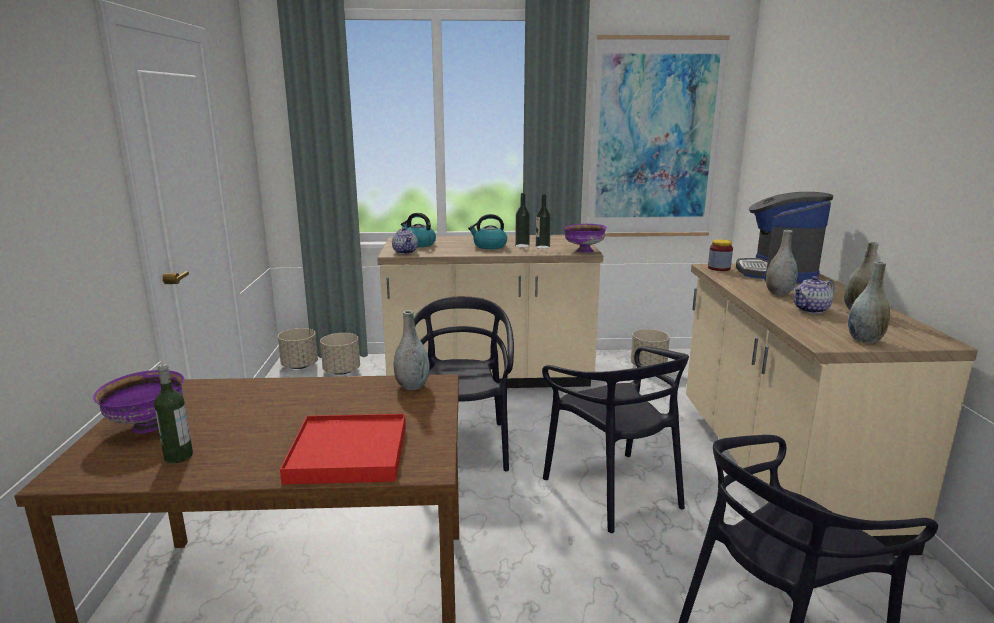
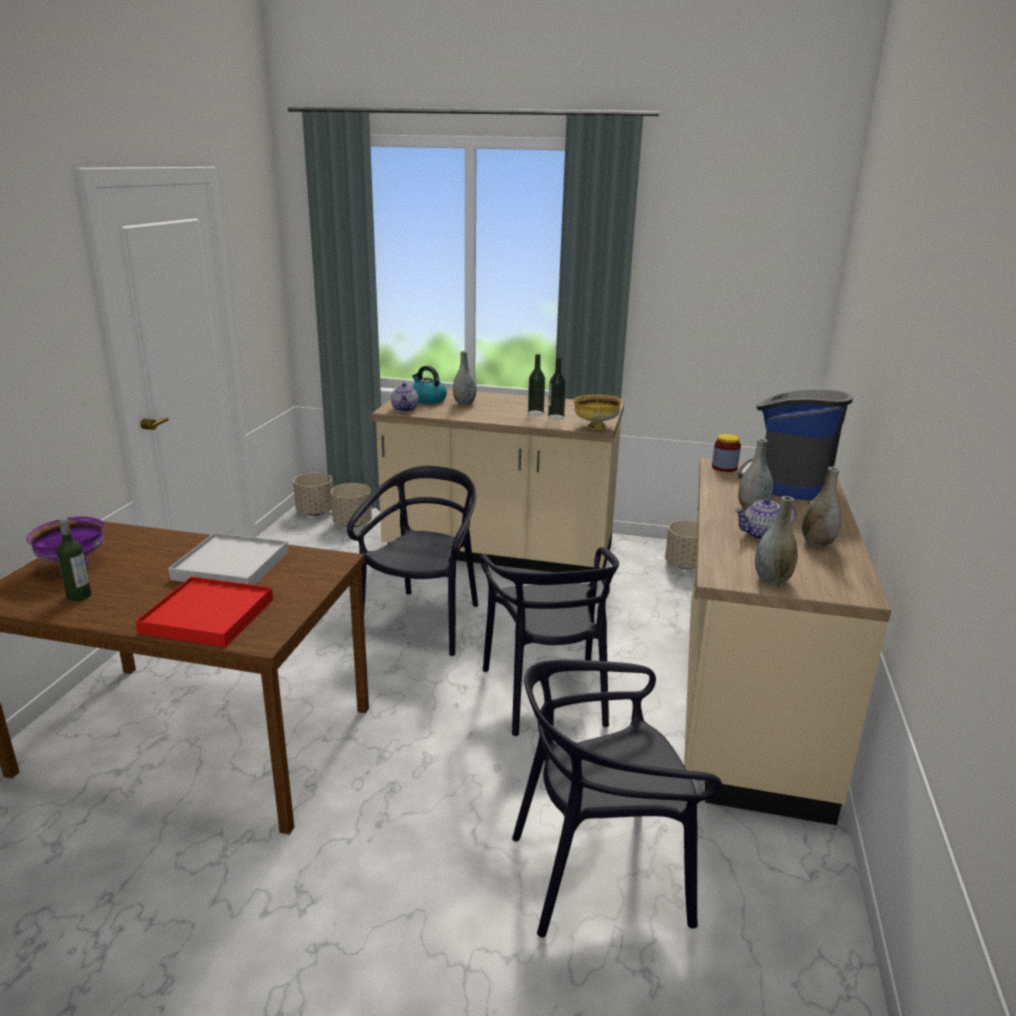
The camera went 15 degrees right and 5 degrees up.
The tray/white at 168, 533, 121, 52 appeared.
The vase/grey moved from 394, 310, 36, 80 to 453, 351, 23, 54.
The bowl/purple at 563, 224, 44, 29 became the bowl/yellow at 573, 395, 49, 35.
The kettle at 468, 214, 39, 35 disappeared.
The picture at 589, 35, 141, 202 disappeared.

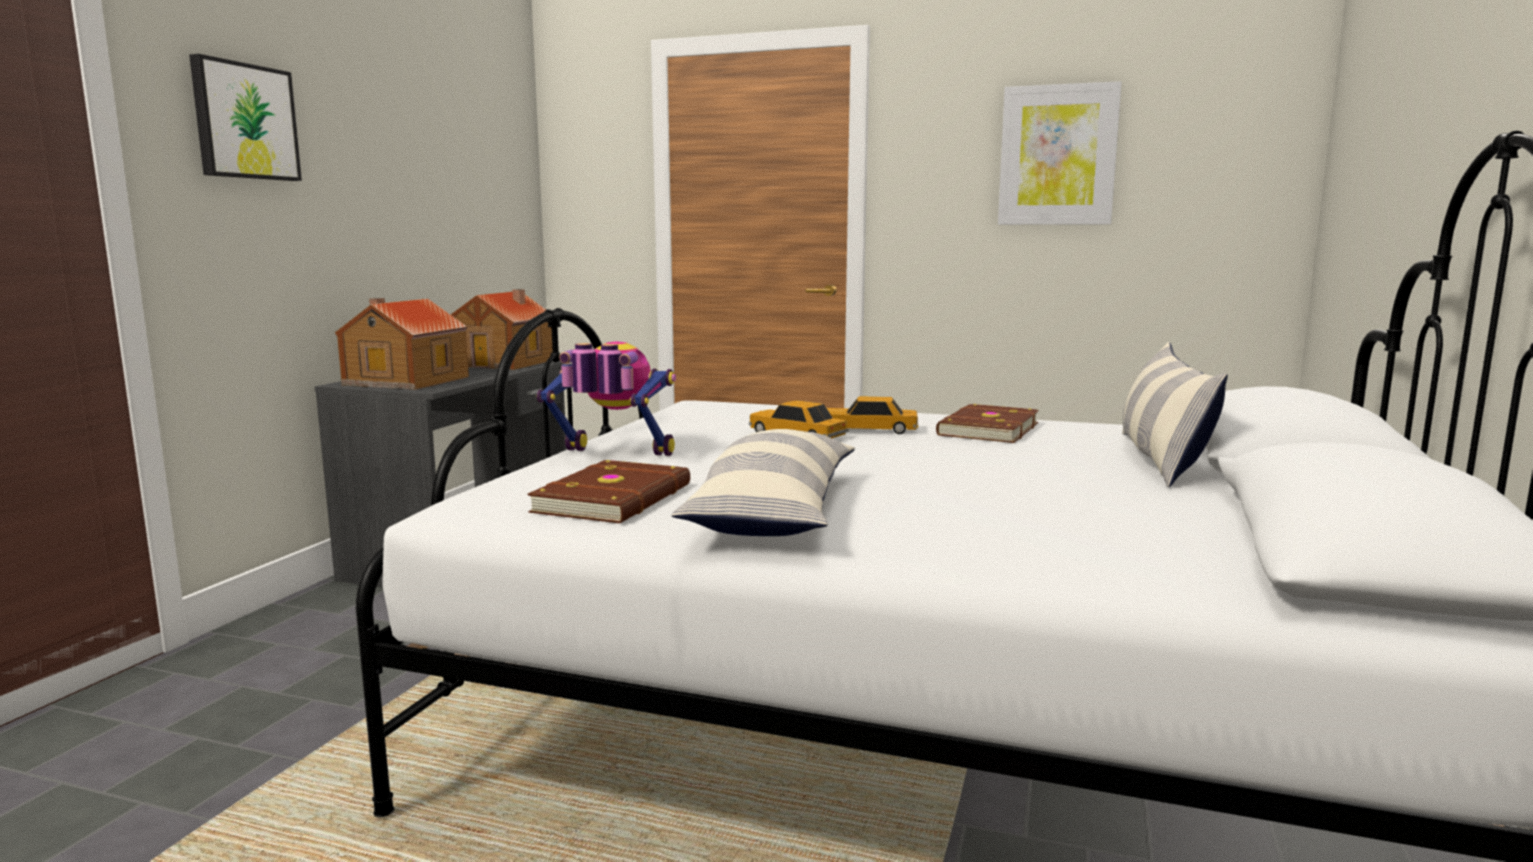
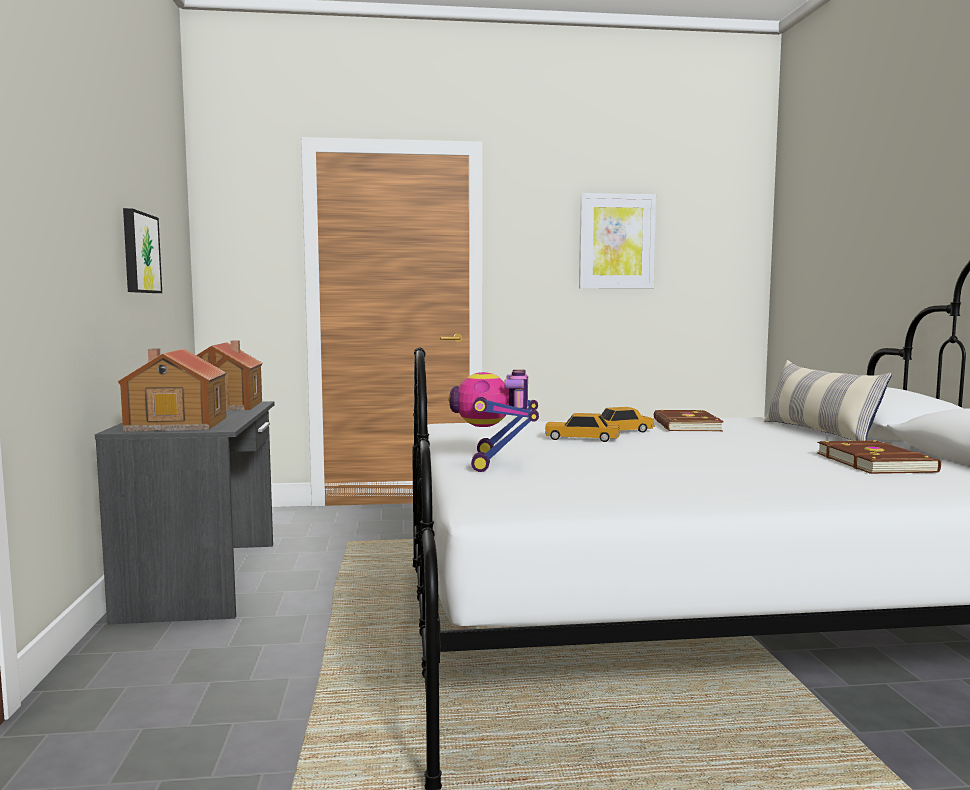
The camera went 25 degrees left and 5 degrees down.
The picture moved from 189, 54, 113, 127 to 123, 208, 39, 85.
The toy robot at 537, 341, 139, 115 turned 75 degrees counterclockwise.
The book/brown moved from 528, 460, 162, 63 to 817, 440, 124, 34.
The pillow at 672, 429, 183, 107 disappeared.

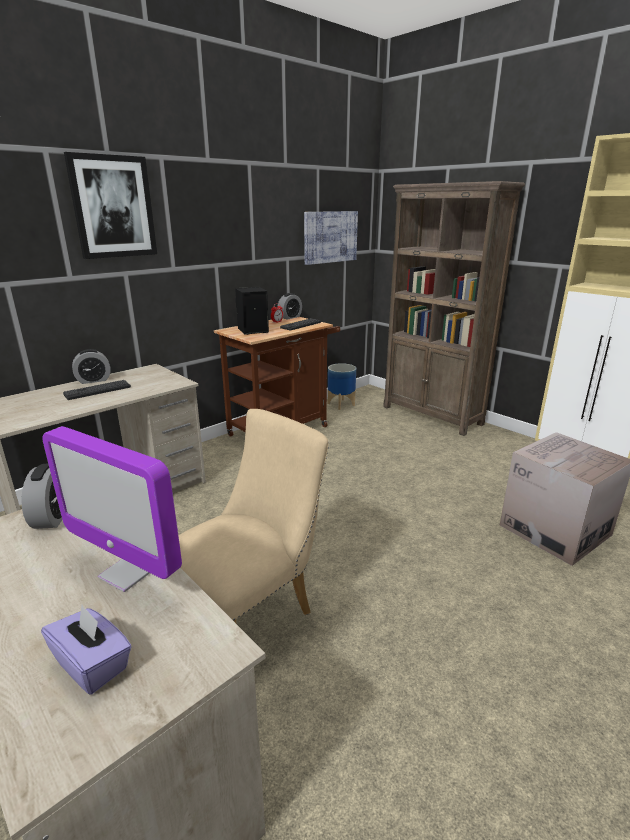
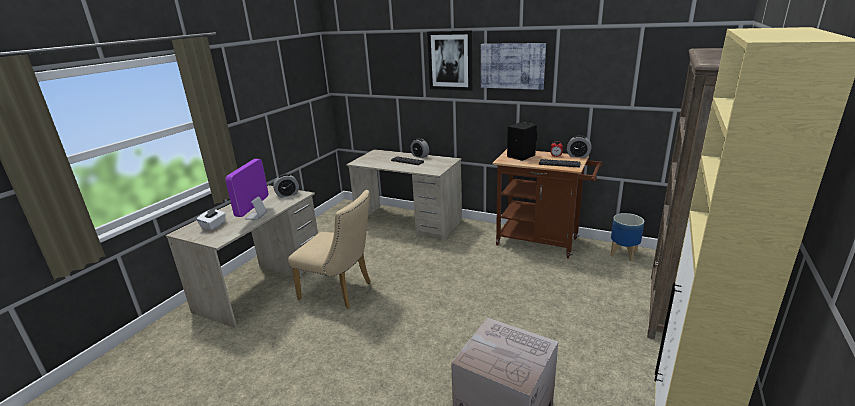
The camera went 70 degrees right and 0 degrees up.
The tissue box/purple at 41, 605, 91, 90 became the tissue box/white at 197, 207, 29, 23.
The picture moved from 304, 211, 54, 54 to 481, 43, 65, 47.

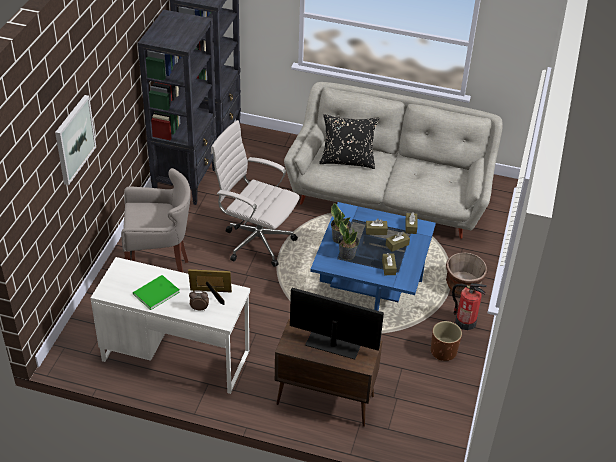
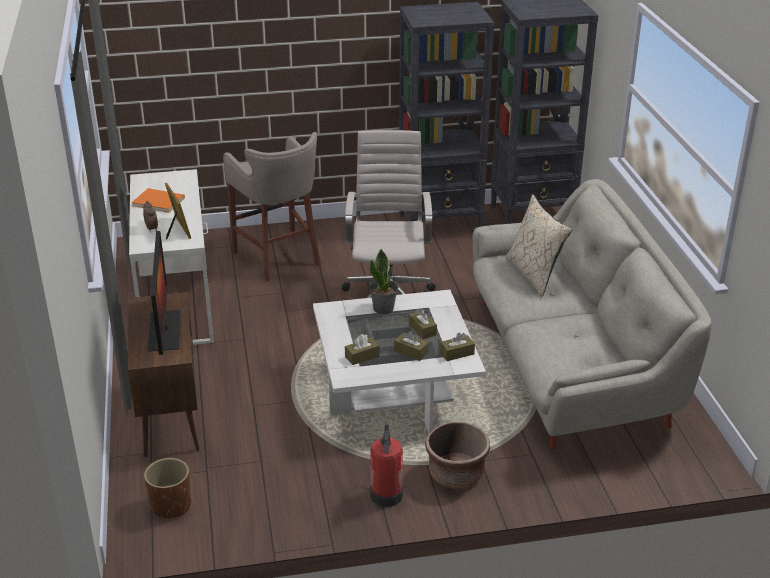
The camera went 65 degrees right and 10 degrees down.
The book/green at 133, 275, 47, 35 became the book/orange at 132, 188, 53, 25.
The planter/brown moved from 431, 321, 31, 40 to 144, 458, 47, 62.
The coffee table/blue at 310, 202, 126, 109 became the coffee table/white at 313, 290, 173, 143.
The pillow/black at 319, 114, 60, 55 became the pillow/beige at 505, 195, 67, 102.
The picture at 55, 95, 41, 90 disappeared.
The potted plant at 338, 221, 21, 39 disappeared.

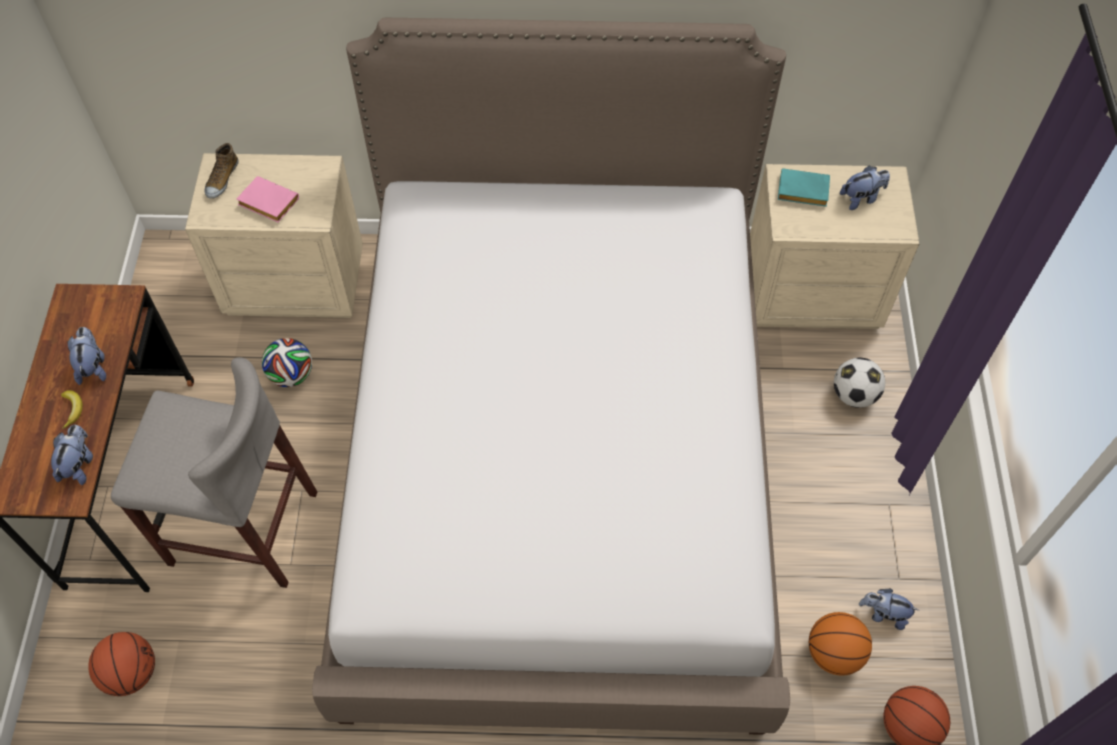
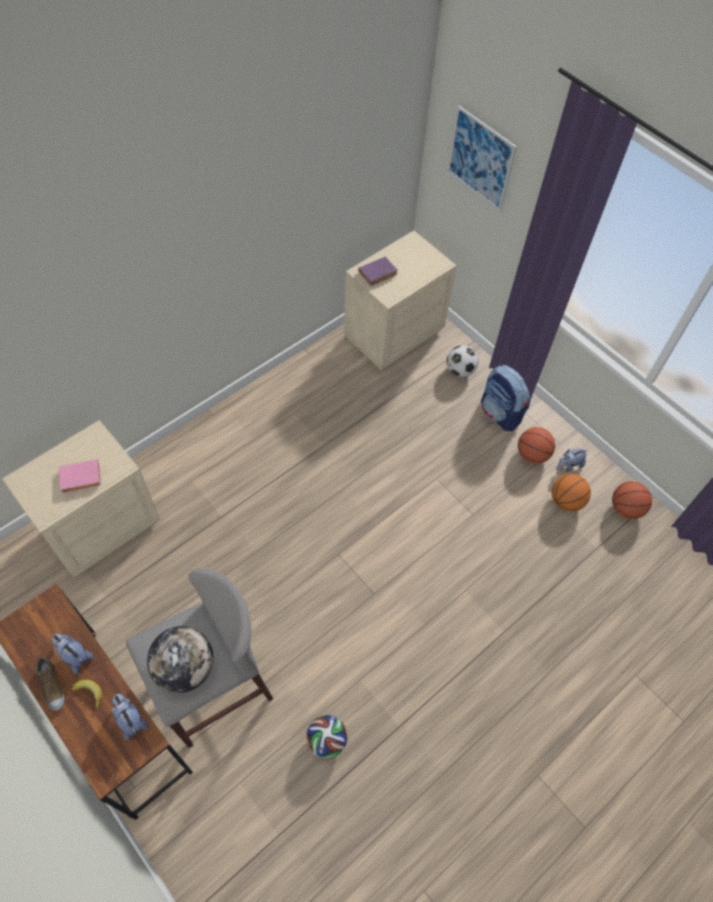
The camera went 45 degrees left and 0 degrees up.
The shoe moved from 205, 143, 34, 56 to 35, 657, 29, 54.
The globe at 147, 626, 66, 67 appeared.
The football moved from 262, 338, 50, 49 to 306, 715, 42, 44.
The book/turquoise at 778, 168, 52, 39 became the book/purple at 358, 257, 40, 29.
The picture at 447, 106, 70, 105 appeared.
The backpack at 481, 365, 49, 66 appeared.
The basketball moved from 88, 632, 67, 64 to 518, 427, 37, 37.
The bed at 312, 17, 478, 718 disappeared.
The plush toy at 840, 165, 50, 45 disappeared.

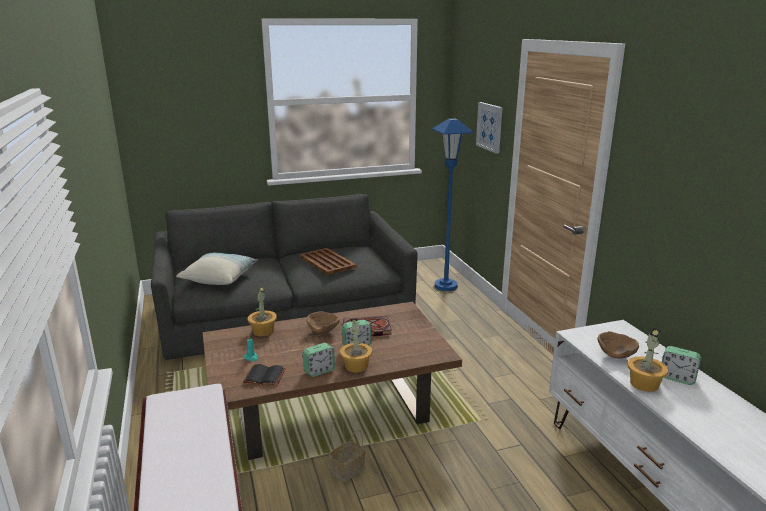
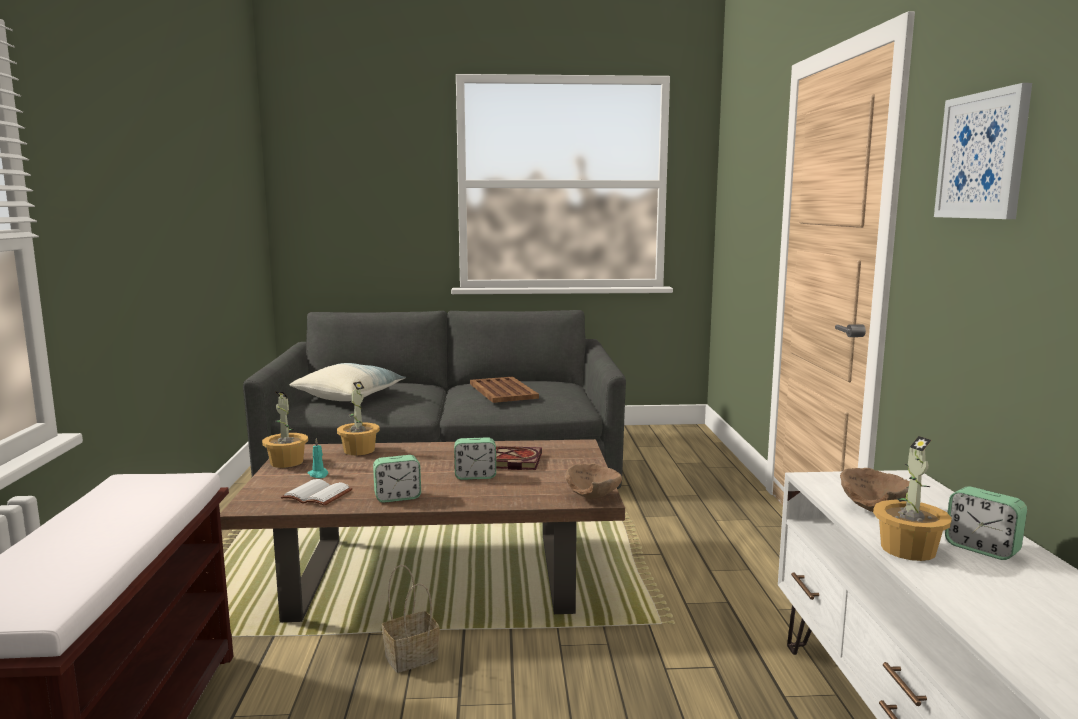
The camera went 15 degrees right and 10 degrees down.
The potted plant moved from 340, 319, 32, 54 to 262, 392, 46, 76.
The book/black at 242, 364, 44, 22 became the book/white at 281, 479, 72, 27.
The bowl/brown moved from 307, 311, 33, 22 to 566, 464, 56, 35.
The picture moved from 476, 102, 27, 52 to 934, 83, 98, 136.
The floor lamp/blue at 432, 119, 42, 172 disappeared.

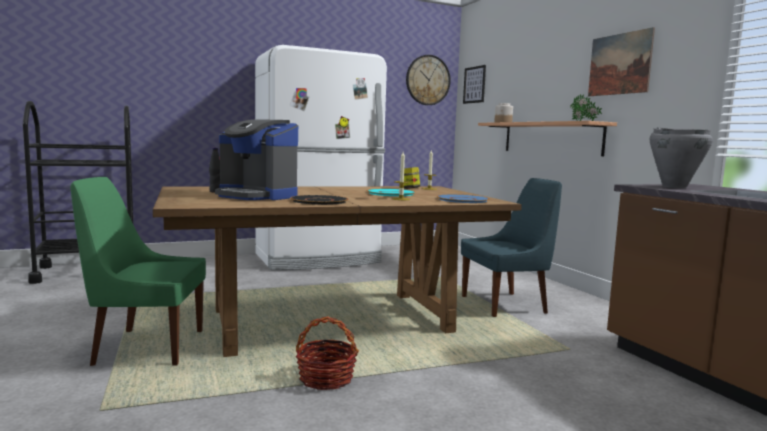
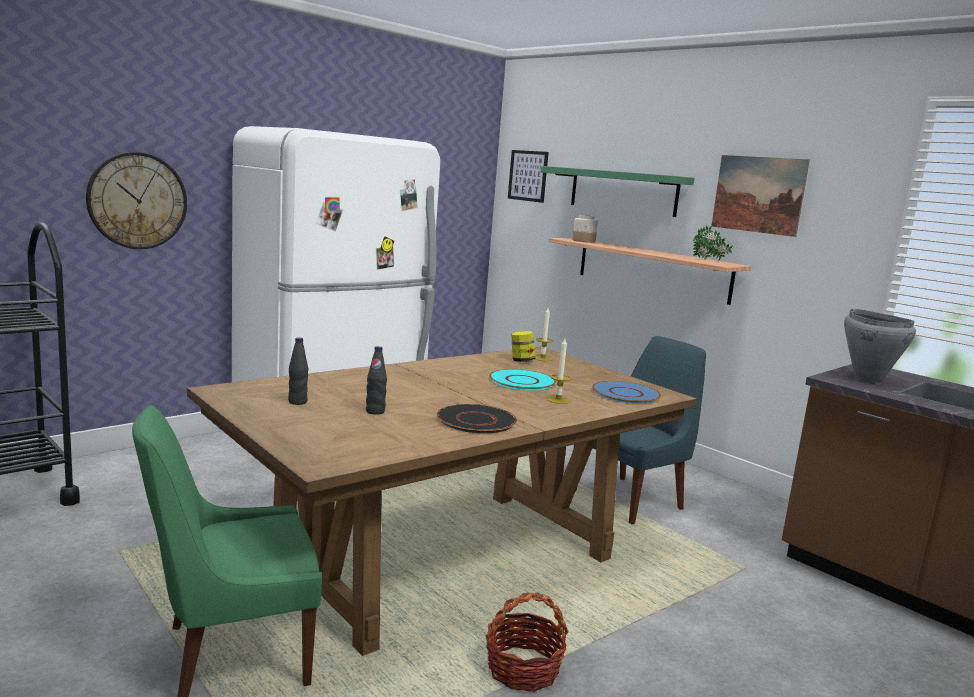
The camera went 20 degrees left and 5 degrees up.
The wall clock moved from 406, 55, 45, 50 to 86, 152, 101, 97.
The coffee machine at 215, 119, 83, 81 was replaced by the bottle/black at 366, 346, 21, 69.
The shelf/green at 541, 166, 153, 51 appeared.

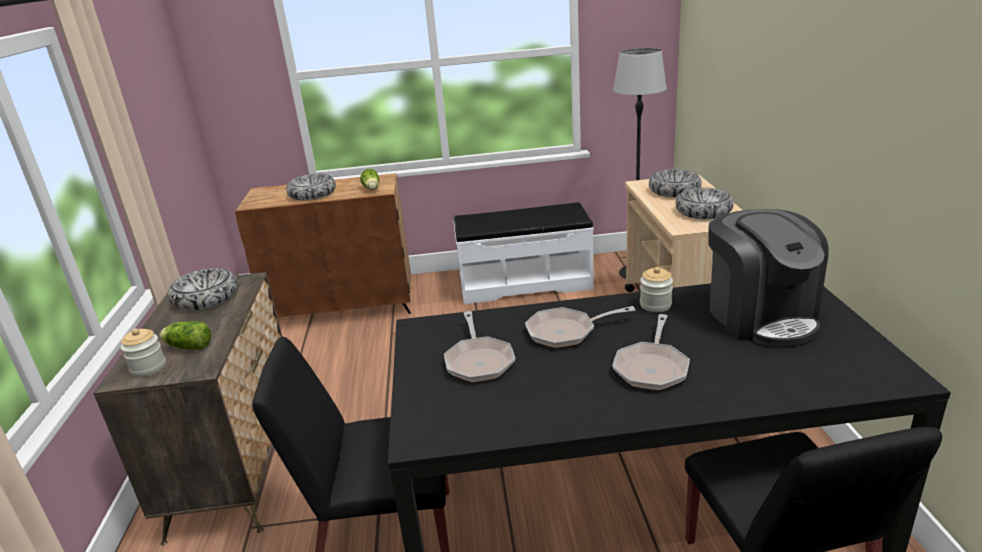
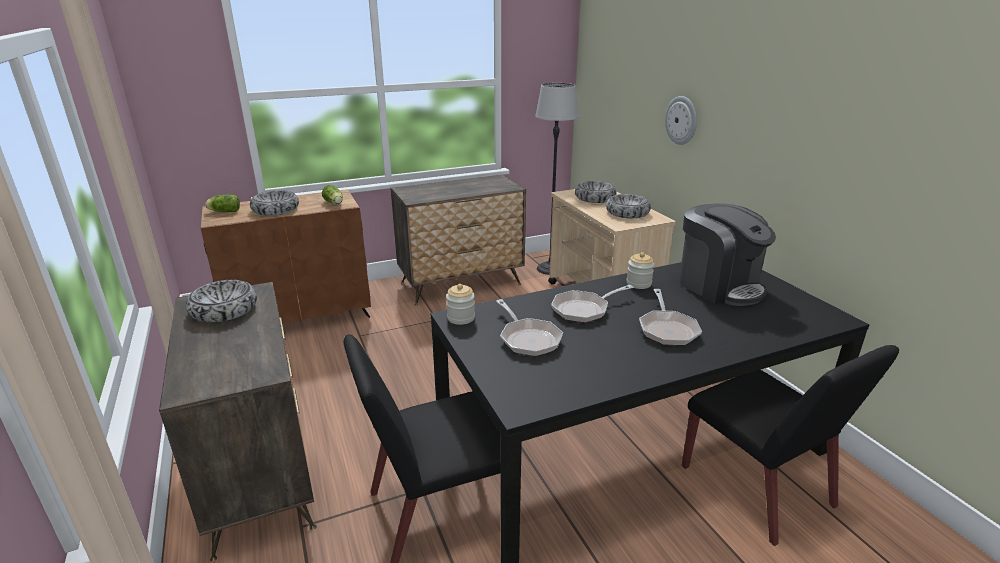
The camera went 20 degrees left and 0 degrees up.
The lettuce moved from 159, 321, 52, 29 to 205, 194, 35, 18.
The bench/white at 454, 202, 140, 102 was replaced by the dresser at 391, 174, 135, 132.
The jar moved from 121, 329, 45, 48 to 446, 284, 29, 41.
The wall clock at 665, 96, 32, 49 appeared.

